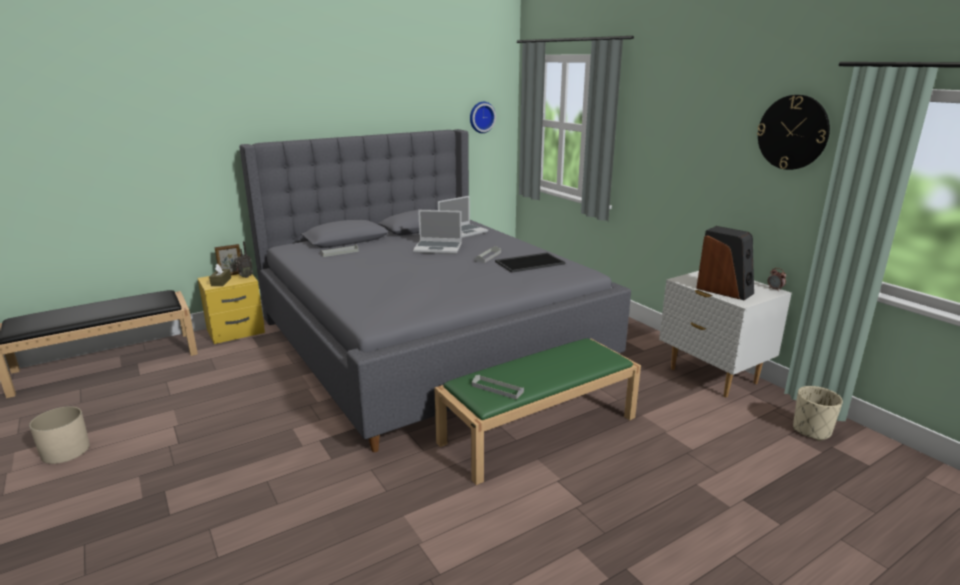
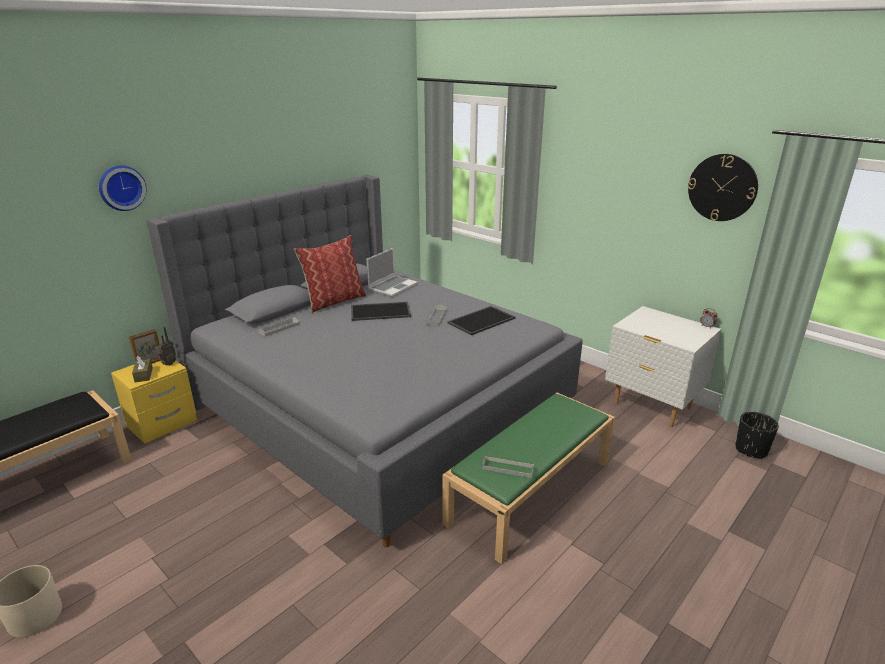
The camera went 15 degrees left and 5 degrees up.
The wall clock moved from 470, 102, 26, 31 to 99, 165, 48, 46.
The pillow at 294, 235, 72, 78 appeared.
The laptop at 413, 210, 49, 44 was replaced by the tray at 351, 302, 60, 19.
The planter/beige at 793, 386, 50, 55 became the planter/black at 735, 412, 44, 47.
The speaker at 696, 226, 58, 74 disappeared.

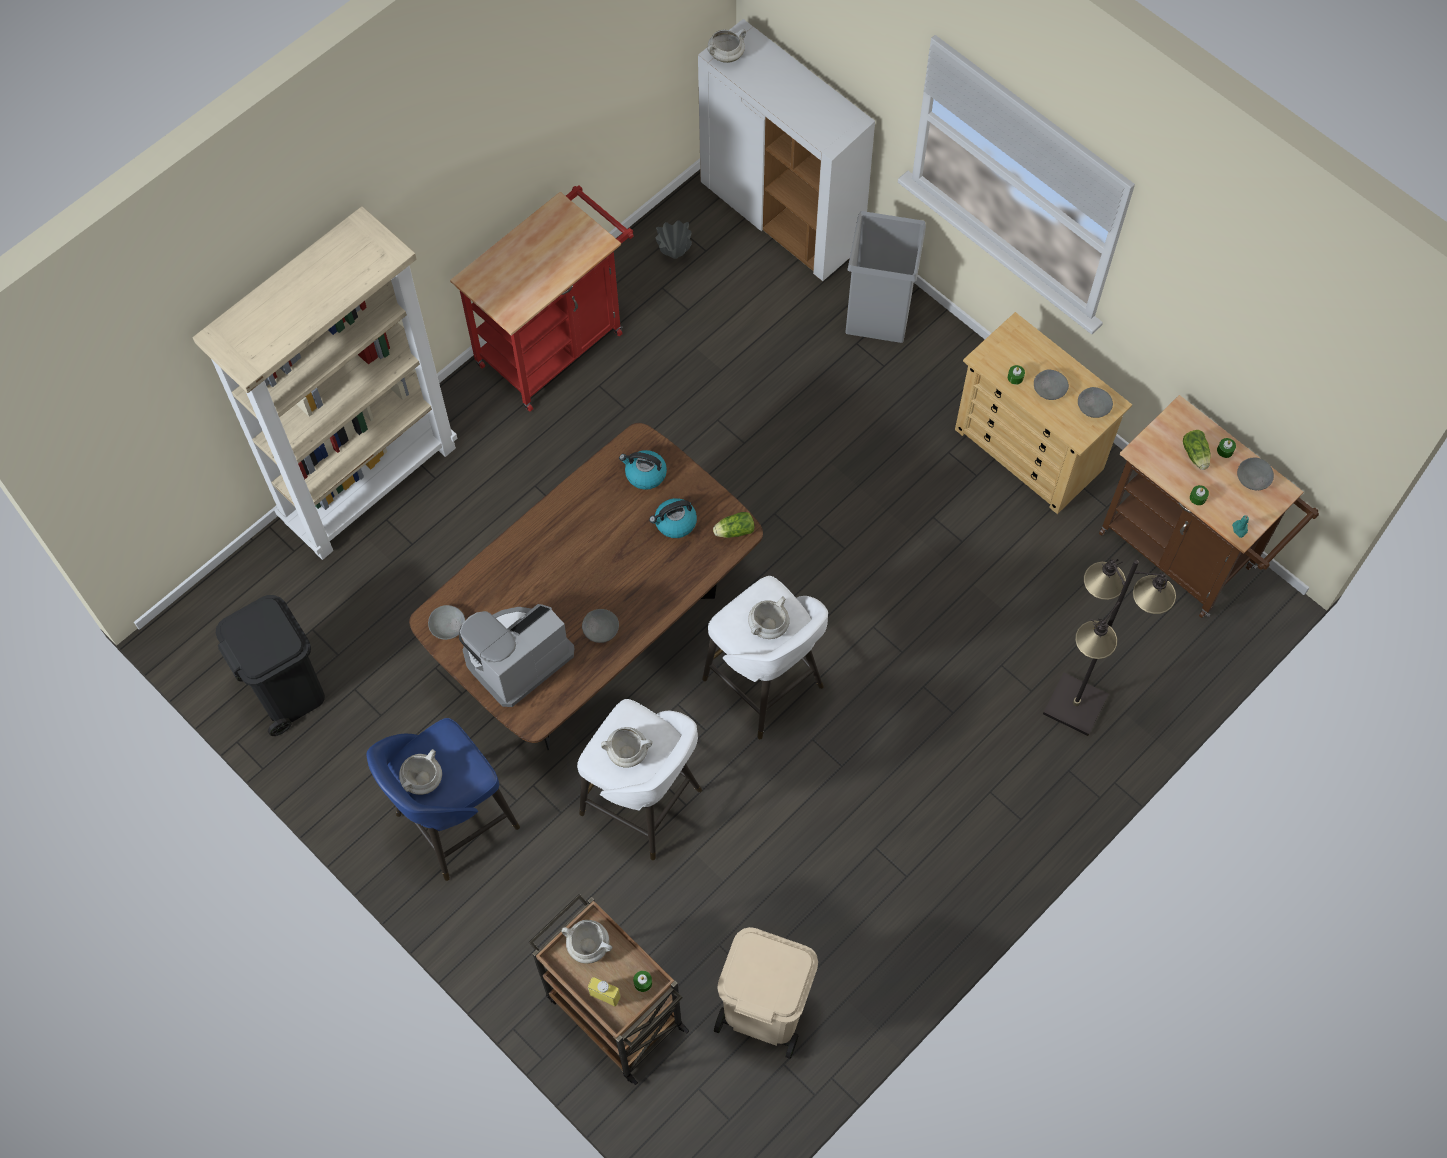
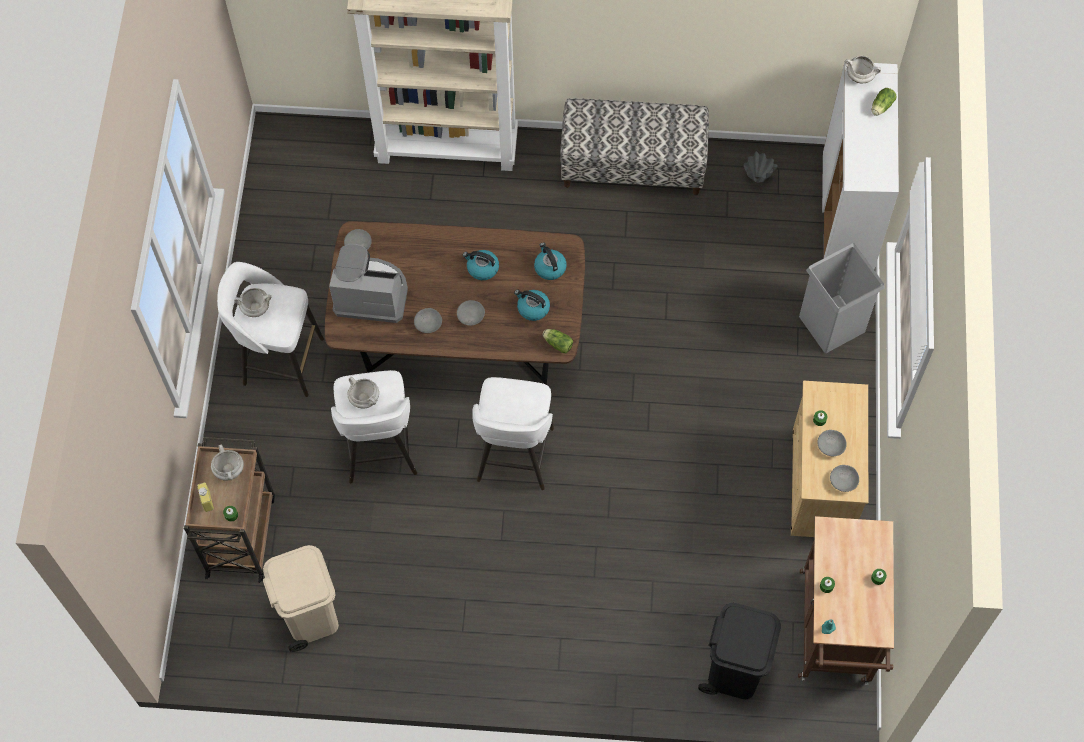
The camera went 50 degrees right and 0 degrees up.
The stool/blue at 366, 718, 154, 163 became the stool/white at 217, 262, 107, 135.
The bowl/grey moved from 1237, 458, 37, 32 to 457, 300, 28, 26.
The kettle at 463, 250, 36, 30 appeared.
The cart/red at 450, 185, 184, 227 was replaced by the bench at 560, 98, 149, 97.
The trash can/black moved from 216, 595, 109, 141 to 698, 603, 83, 96.
The lettuce moved from 1183, 430, 28, 40 to 872, 88, 24, 28.
The cooking pot/white at 748, 596, 42, 43 disappeared.
The floor lamp/black at 1043, 558, 133, 178 disappeared.

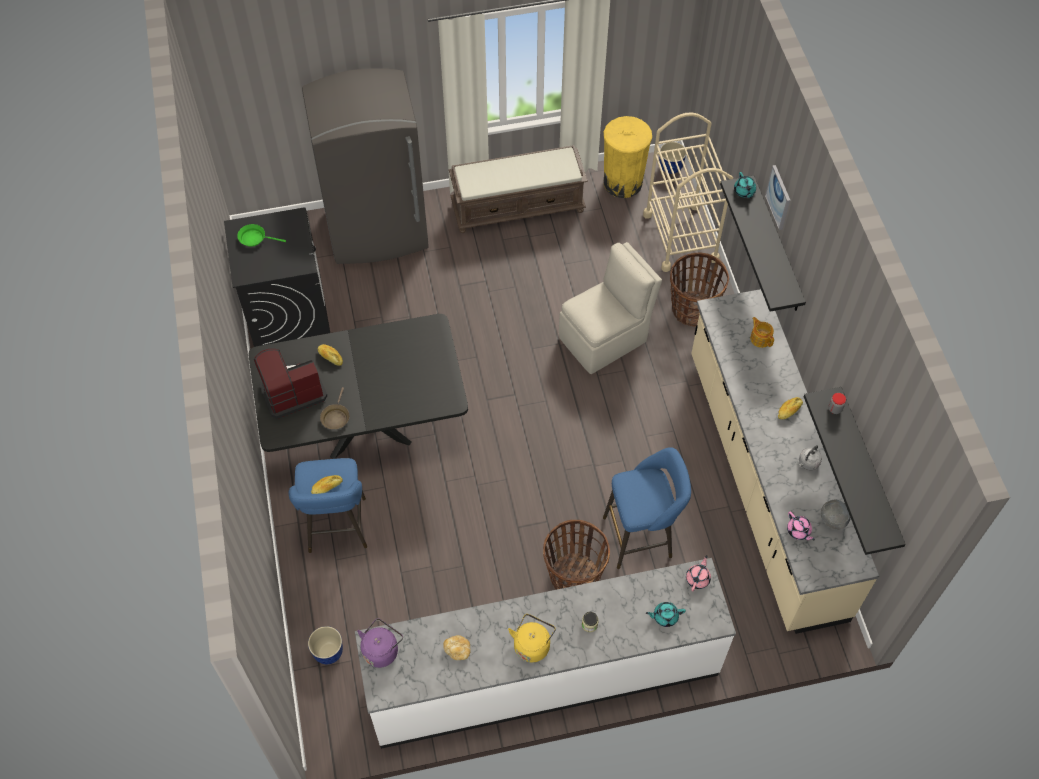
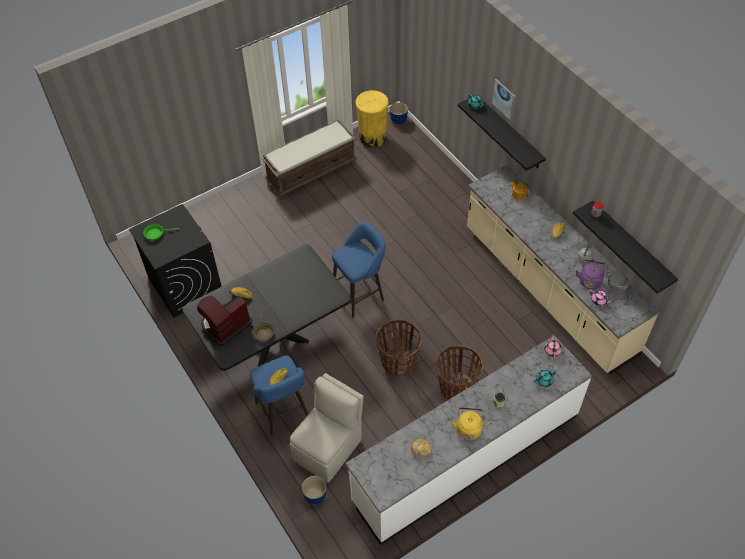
The camera went 20 degrees left and 5 degrees down.
The chair/beige moved from 559, 242, 103, 132 to 289, 373, 75, 110.
The stool/blue moved from 603, 447, 88, 122 to 332, 222, 54, 96.
The basket moved from 670, 252, 59, 75 to 376, 319, 46, 57.
The kettle/purple moved from 357, 618, 46, 50 to 576, 259, 30, 30.
The fridge/grey at 302, 68, 127, 196 disappeared.
The cart/beige at 643, 112, 90, 160 disappeared.

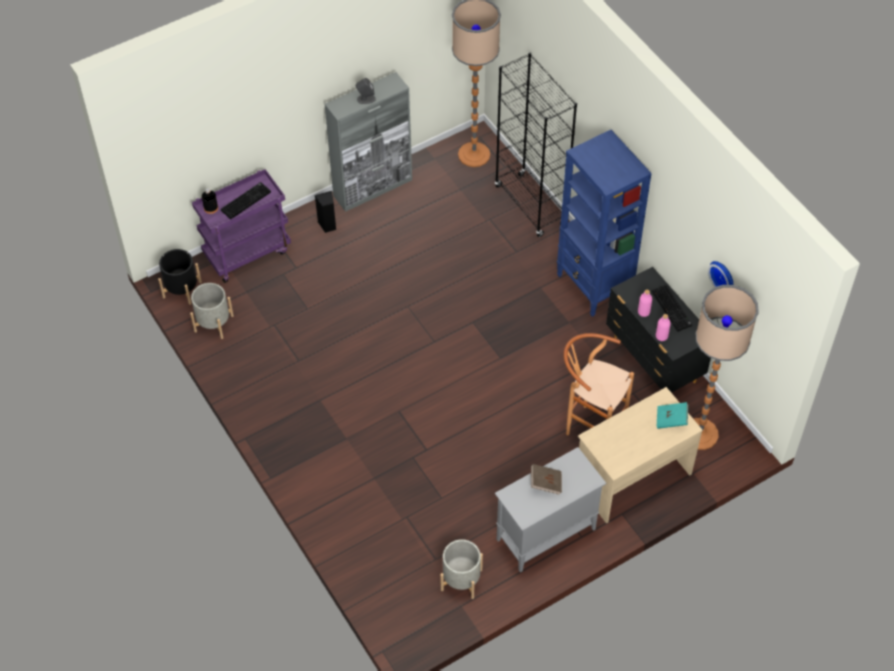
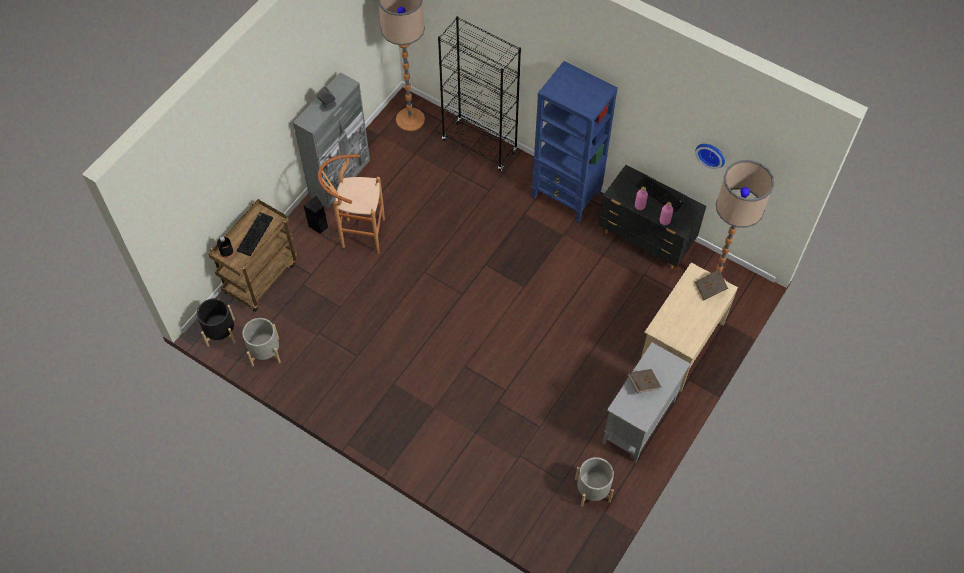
The camera went 25 degrees left and 5 degrees up.
The cart/purple at 192, 169, 99, 114 became the cart/brown at 208, 199, 90, 113.
The stool/brown moved from 564, 333, 70, 102 to 318, 154, 67, 99.
The book/turquoise at 657, 402, 31, 27 became the book/brown at 695, 270, 33, 30.

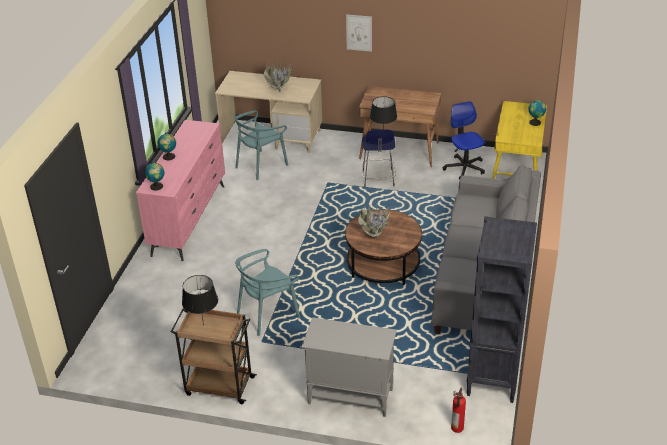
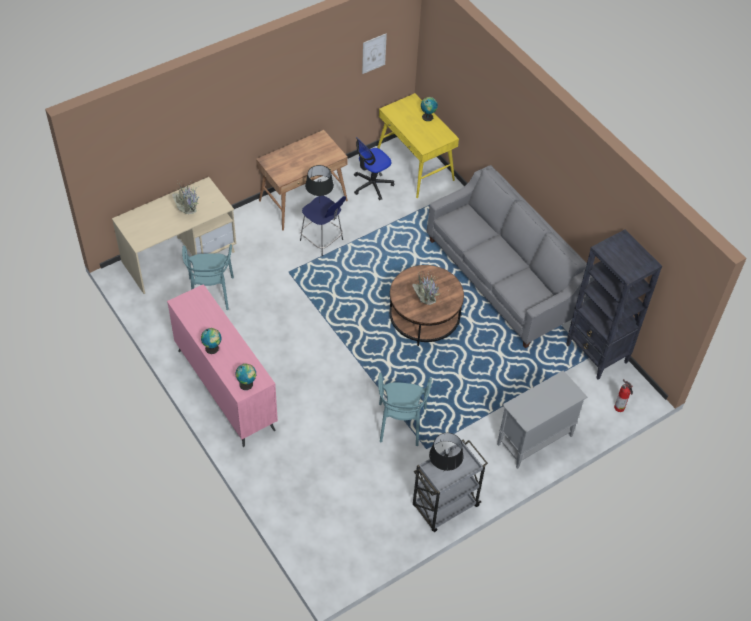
The camera went 50 degrees left and 15 degrees up.
The office chair at 443, 101, 42, 79 turned 60 degrees counterclockwise.
The picture moved from 346, 14, 26, 38 to 362, 34, 25, 40.
The cart/brown at 171, 309, 86, 95 became the cart/grey at 413, 440, 75, 92.

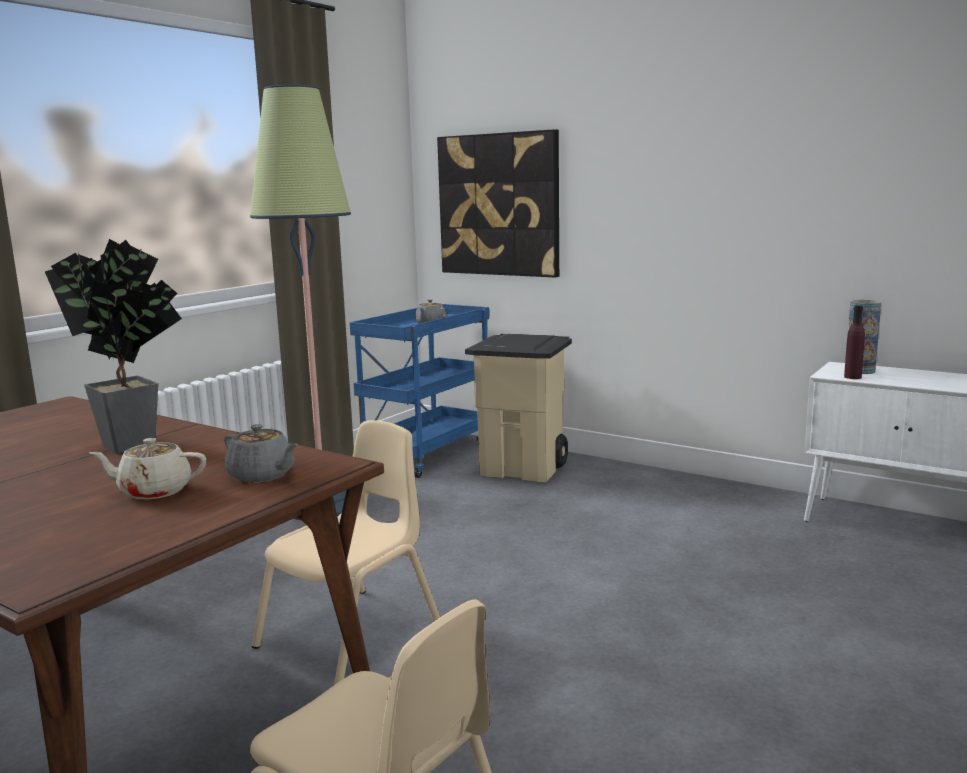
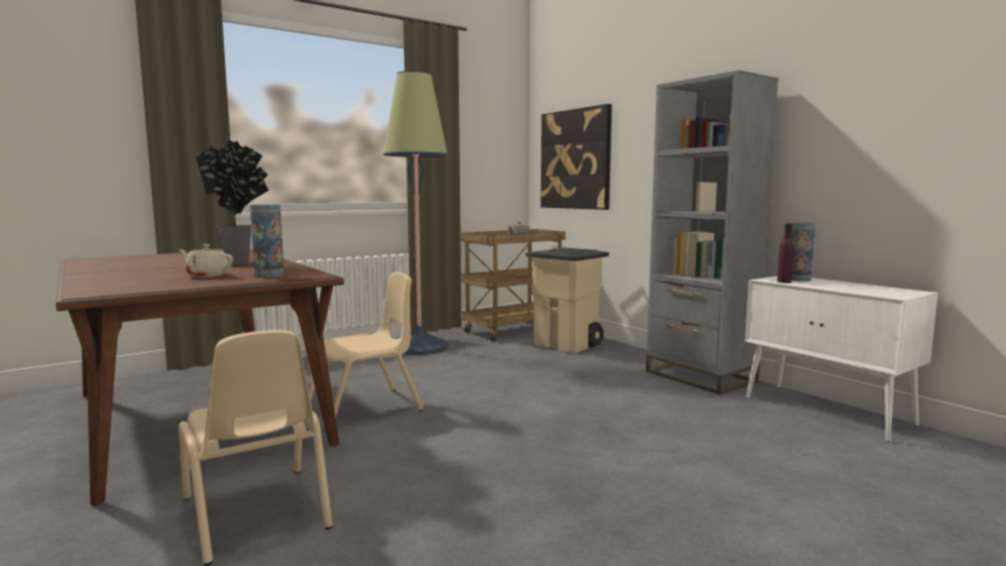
The camera went 20 degrees right and 5 degrees down.
The teapot/grey at 224, 424, 74, 59 was replaced by the vase at 250, 205, 34, 73.
The cart/blue at 350, 304, 139, 174 became the cart/brown at 461, 229, 104, 113.
The bookcase/grey at 646, 70, 133, 325 appeared.

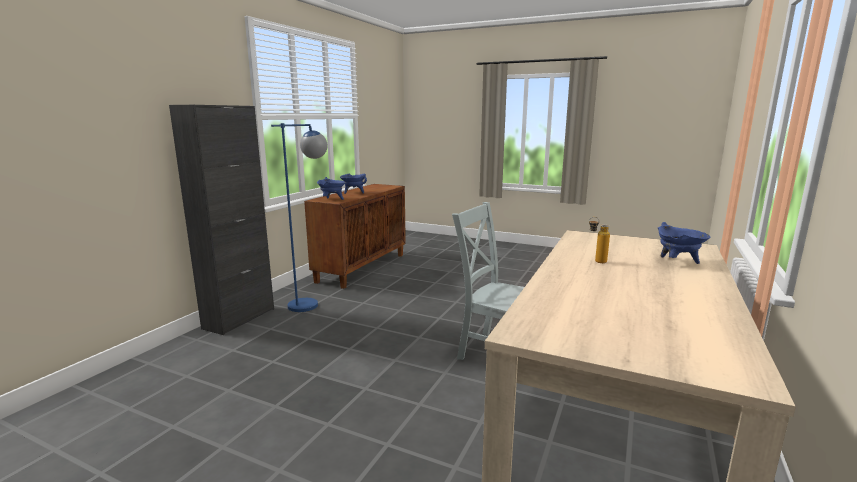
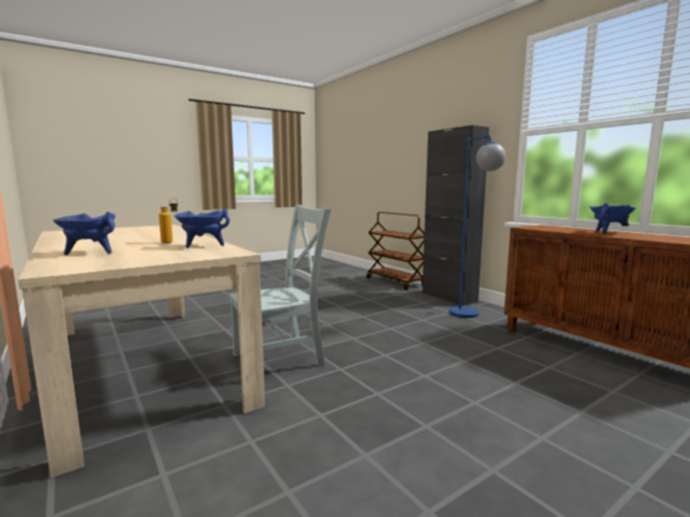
The camera went 120 degrees right and 5 degrees down.
The cooking pot/blue moved from 317, 177, 29, 23 to 174, 209, 56, 39.
The cart/brown at 366, 212, 58, 78 appeared.

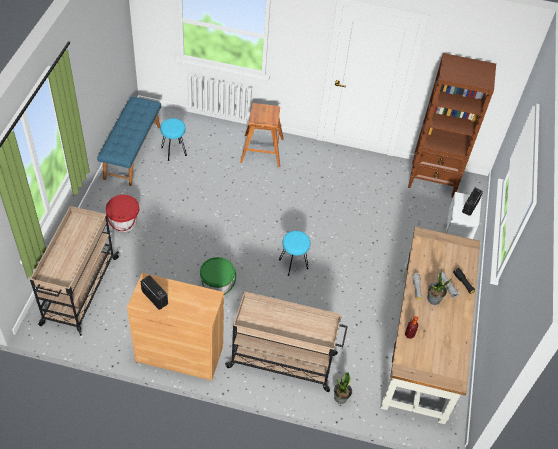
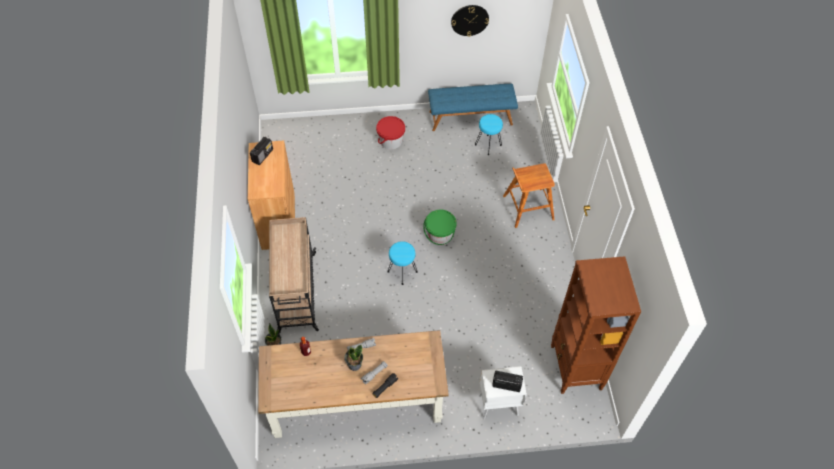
The camera went 75 degrees right and 5 degrees up.
The bucket/green moved from 200, 257, 36, 38 to 423, 210, 34, 35.
The wall clock at 451, 5, 38, 32 appeared.
The cart/beige at 30, 206, 89, 130 disappeared.

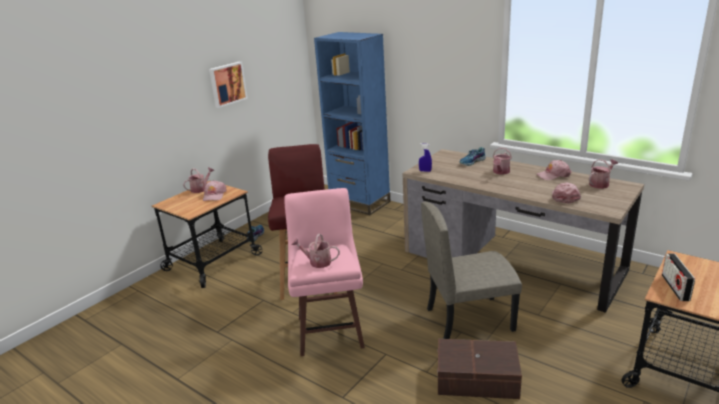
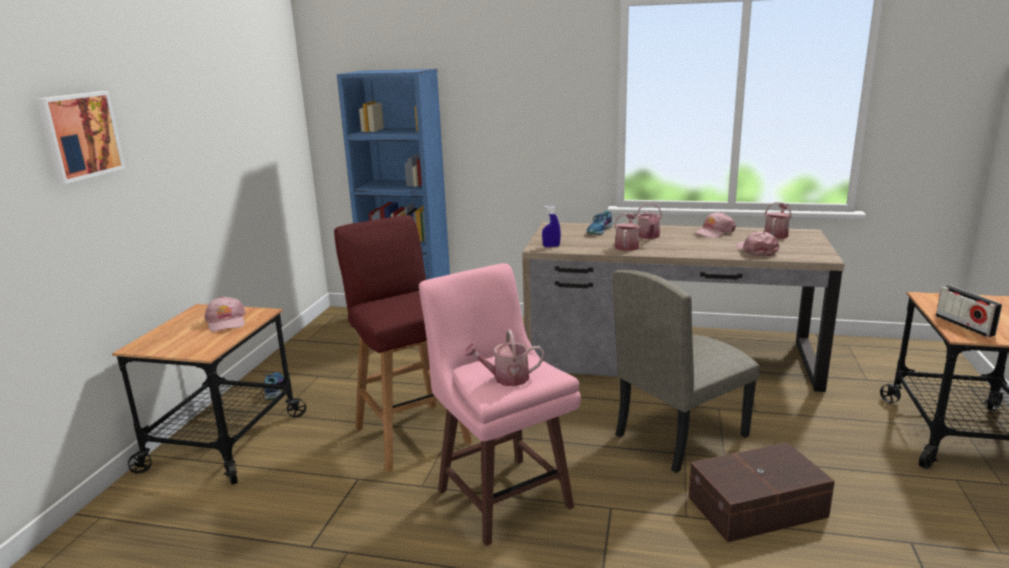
The camera went 25 degrees left and 5 degrees down.
The picture moved from 209, 62, 39, 46 to 35, 91, 90, 93.
The watering can moved from 183, 167, 32, 26 to 614, 213, 27, 38.

